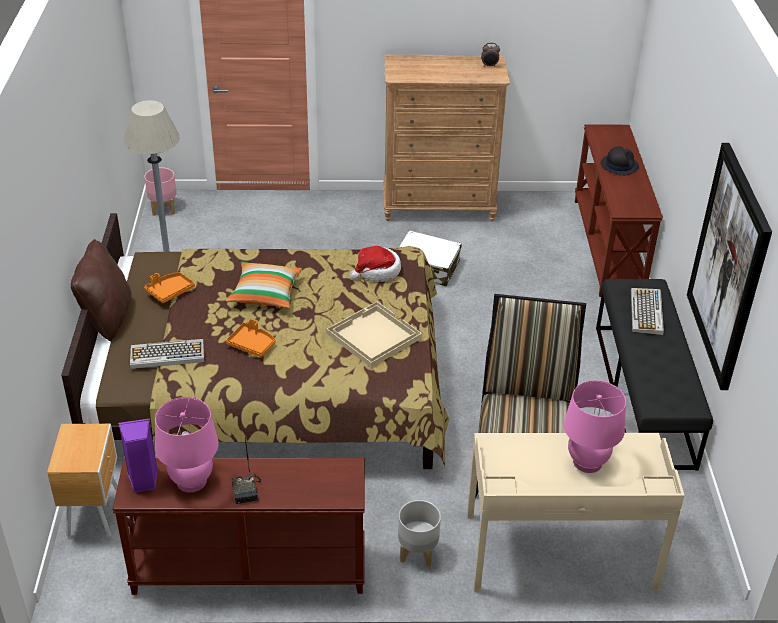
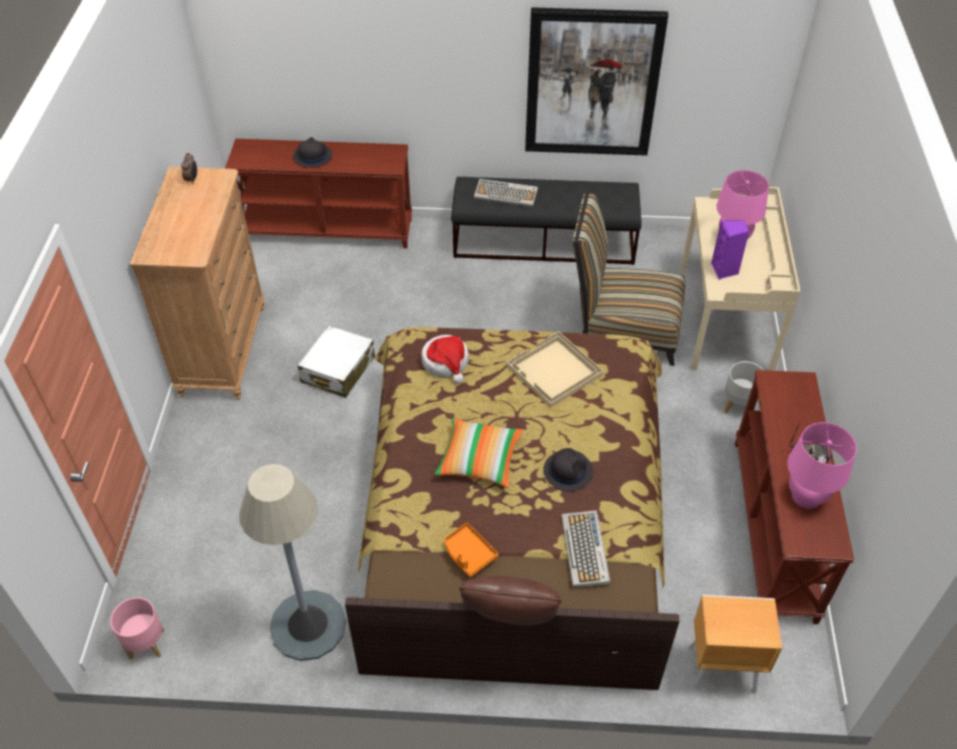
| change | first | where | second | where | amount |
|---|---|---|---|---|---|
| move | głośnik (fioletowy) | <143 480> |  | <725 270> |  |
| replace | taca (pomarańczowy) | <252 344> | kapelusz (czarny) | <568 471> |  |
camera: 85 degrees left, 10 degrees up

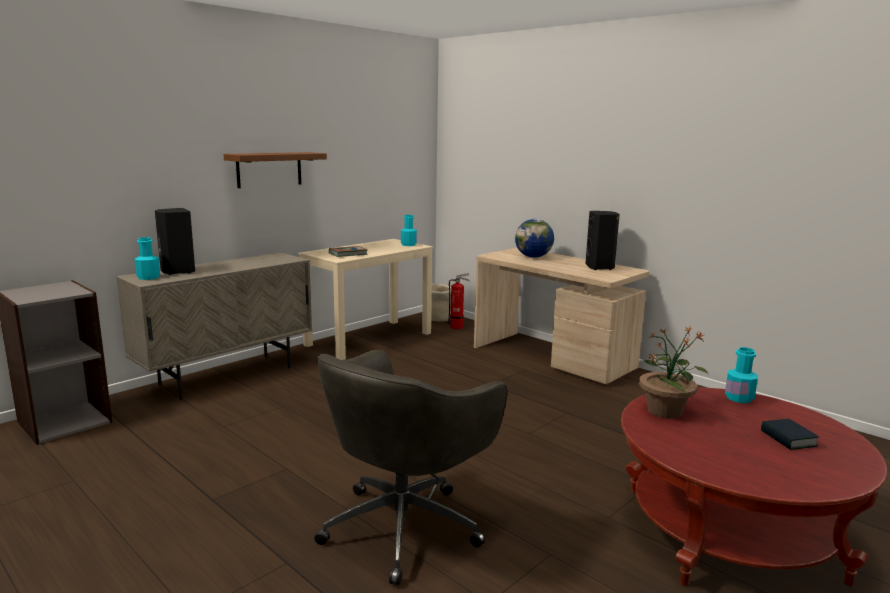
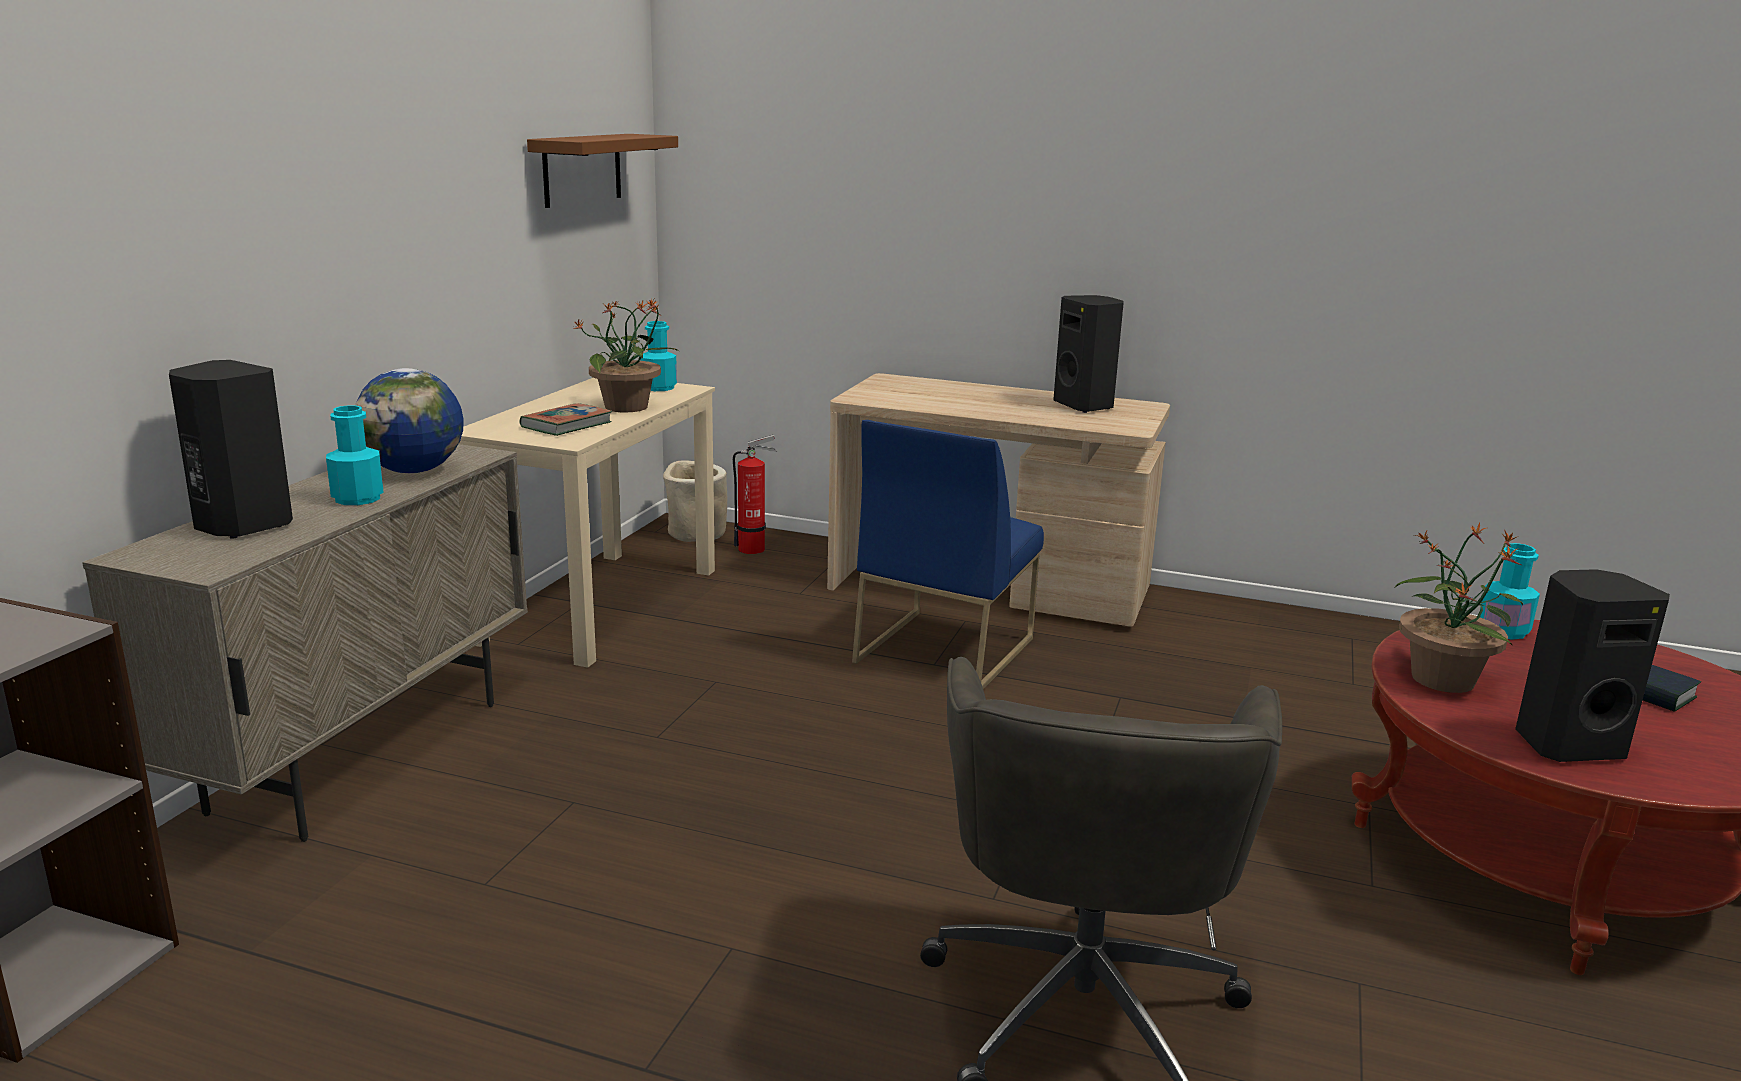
| change | first | where | second | where | amount |
|---|---|---|---|---|---|
| insert |  |  | roślina doniczkowa | <628 407> |  |
| insert |  |  | krzesło (niebieski) | <943 650> |  |
| insert |  |  | głośnik (czarny) | <1566 744> |  |
| move | butelka (turkusowy) | <148 277> |  | <358 498> |  |
| move | półka (brązowy) | <269 169> |  | <582 169> |  |
| move | globus | <533 257> |  | <413 471> |  |
camera: 25 degrees left, 5 degrees up

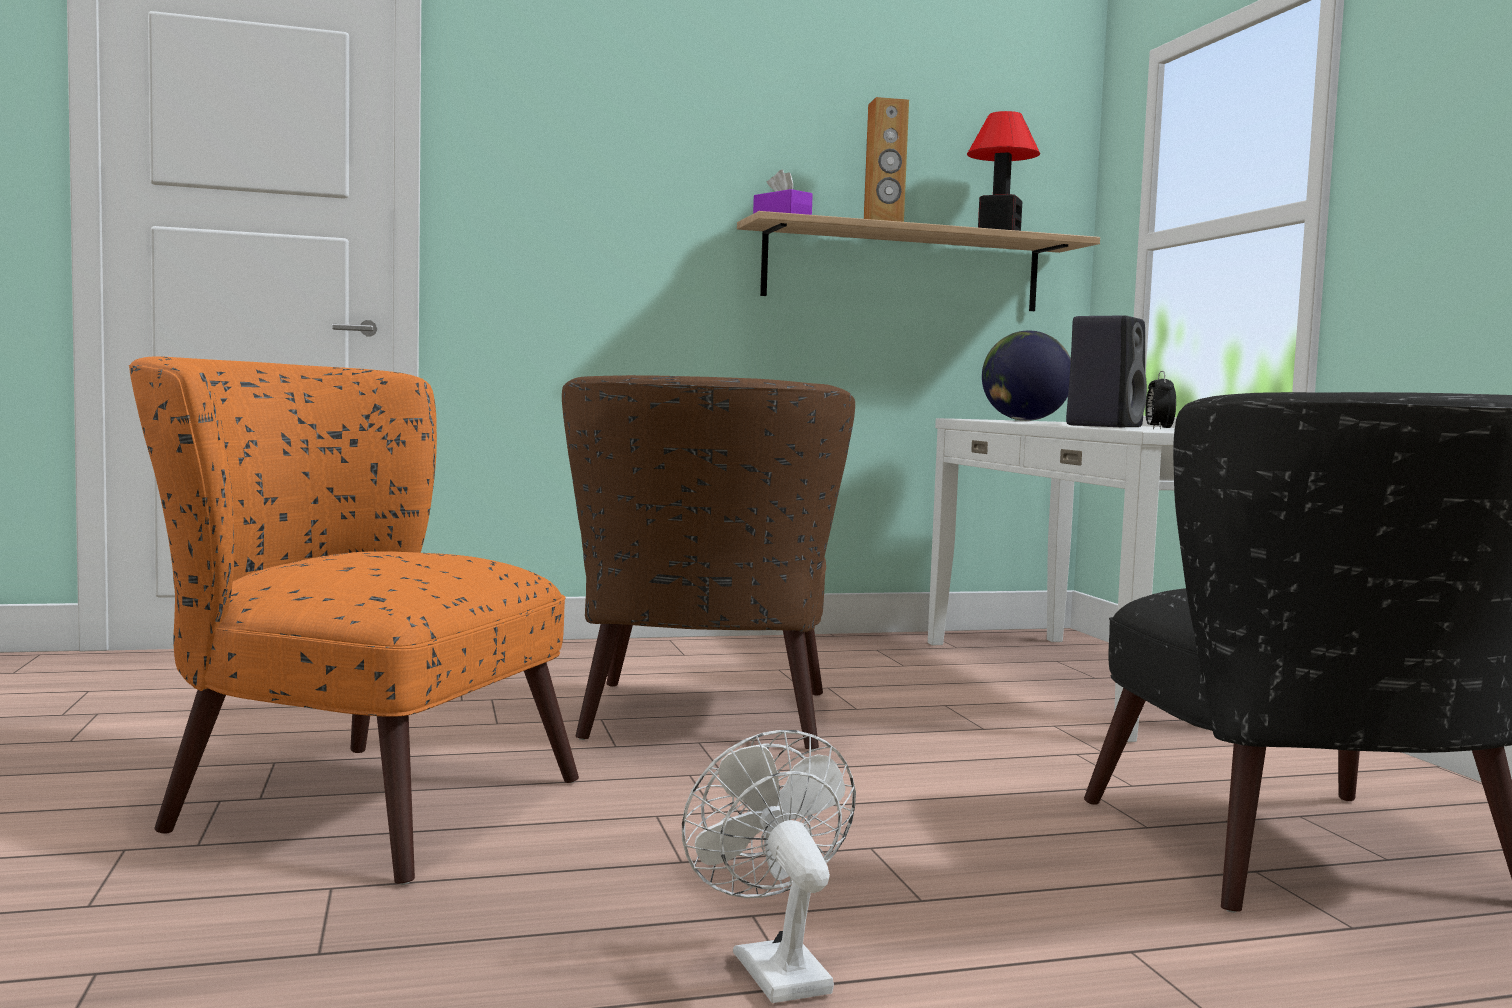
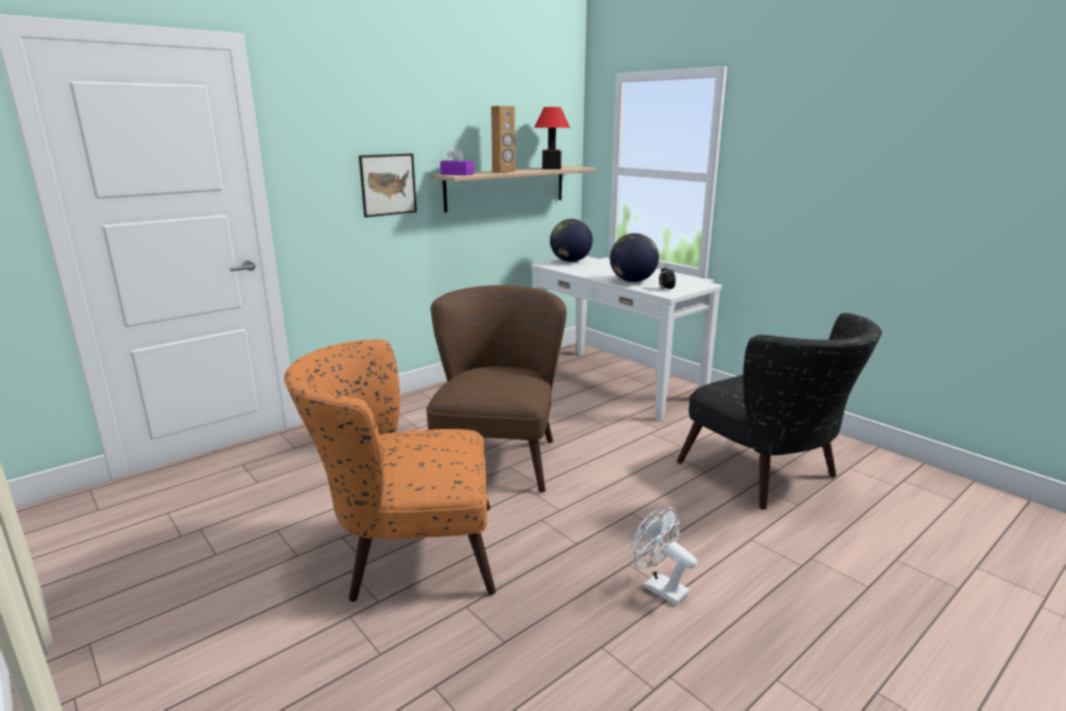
| change | first | where | second | where | amount |
|---|---|---|---|---|---|
| insert |  |  | obraz | <388 184> |  |
| replace | głośnik (czarny) | <1104 426> | globus | <632 281> |  |
| rotate | fotel (brązowy) | <701 724> |  | <498 454> | 150 degrees counterclockwise |
camera: 25 degrees left, 15 degrees up

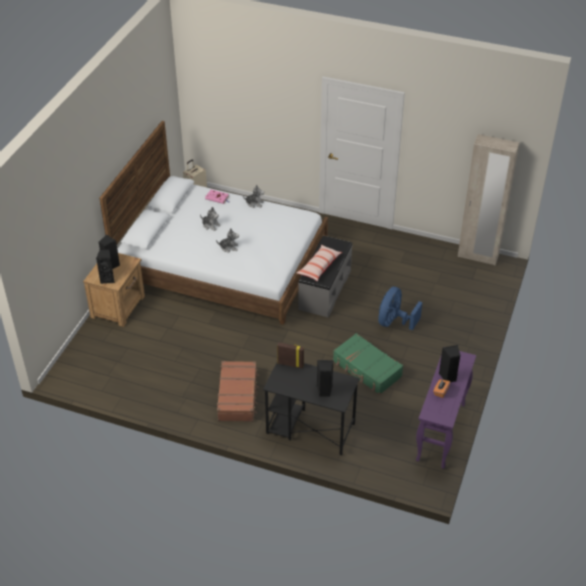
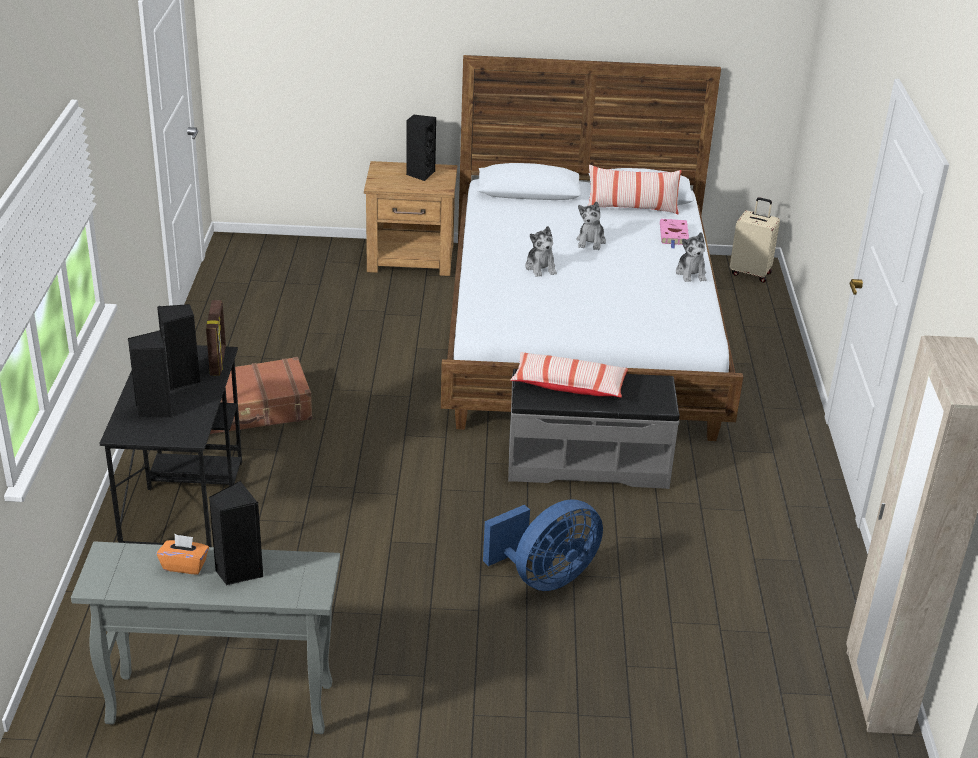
| change | first | where | second | where | amount |
|---|---|---|---|---|---|
| delete | walizka (zielony) | <367 369> |  |  |  |
| insert |  |  | poduszka | <632 209> |  |
| move | głośnik (czarny) | <108 279> |  | <182 379> |  |
| recolor | stolik konsolowy (fioletowy) | <441 432> | stolik konsolowy (szary) | <219 704> |  |
| rotate | wentylator (niebieski) | <394 322> |  | <545 577> | 135 degrees clockwise |
camera: 70 degrees right, 10 degrees down

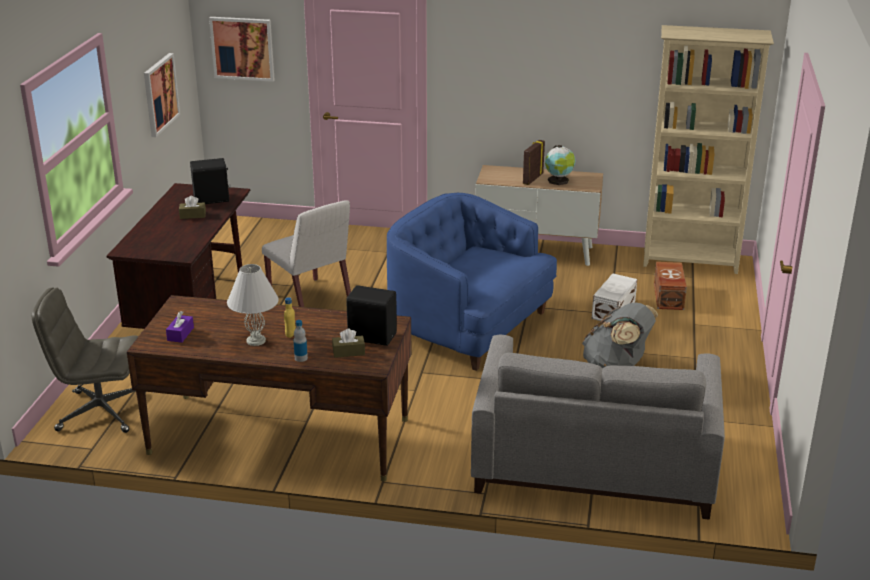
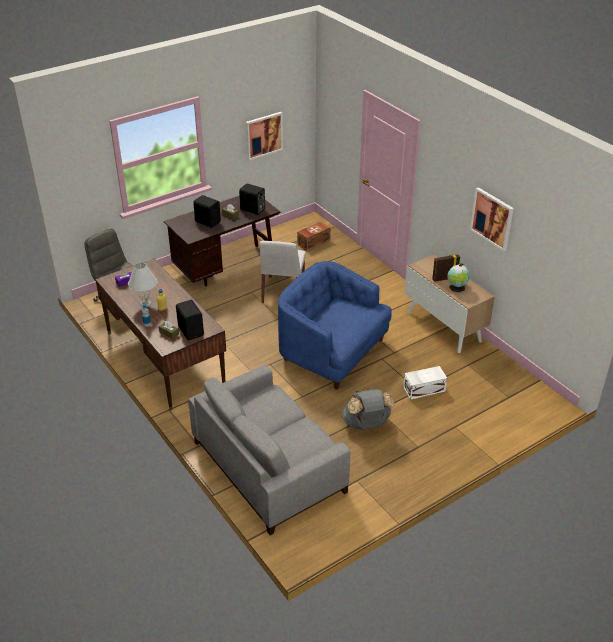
| change | first | where | second | where | amount |
|---|---|---|---|---|---|
| delete | regał (beżowy) | <691 262> |  |  |  |
| insert |  |  | głośnik (czarny) | <208 221> |  |
| move | obraz | <242 48> |  | <492 218> |  |
| move | pojemnik do przechowywania (brązowy) | <667 297> |  | <313 242> |  |
| rotate | fotel (niebieski) | <468 326> |  | <332 352> | 45 degrees counterclockwise |
camera: 45 degrees right, 10 degrees up

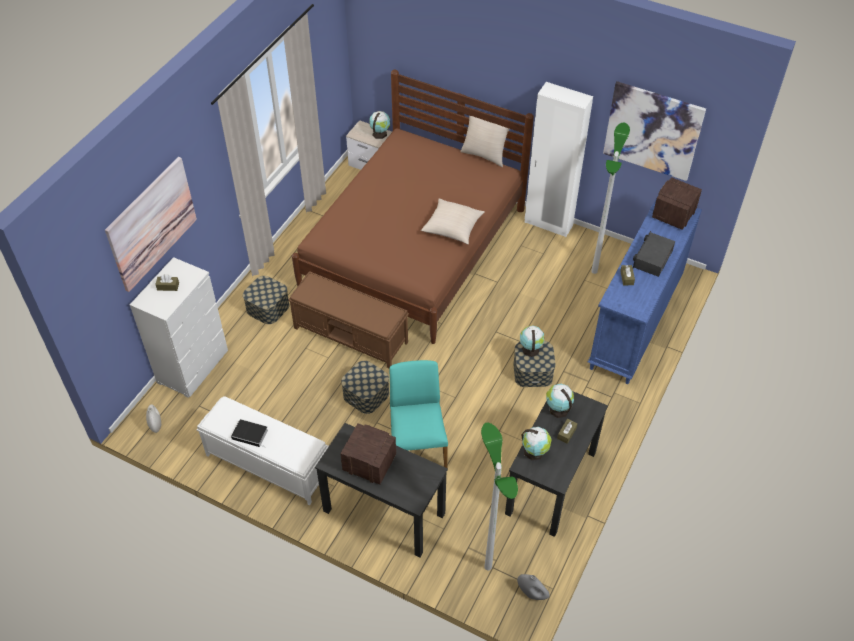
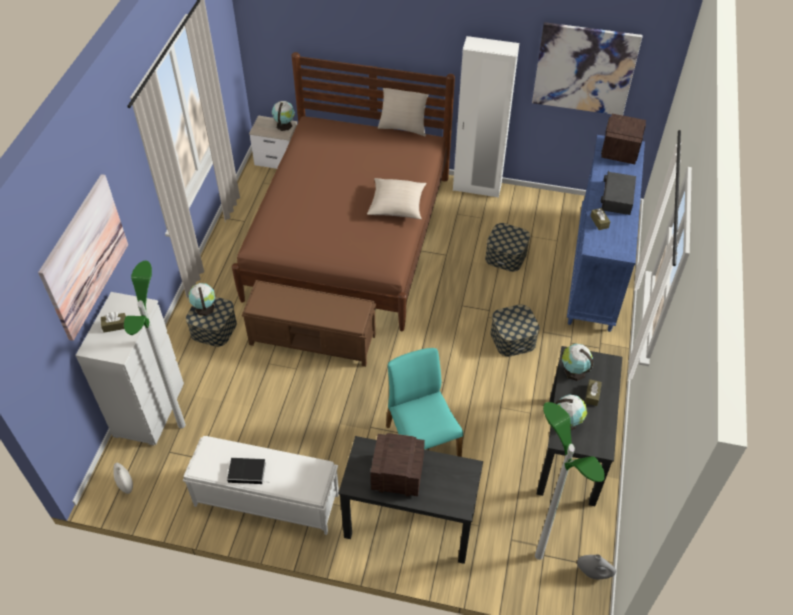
| change | first | where | second | where | amount |
|---|---|---|---|---|---|
| move | pojemnik do przechowywania | <366 394> |  | <506 255> |  |
| move | globus | <530 348> |  | <204 308> |  |
| move | lampa stojąca | <594 271> |  | <181 425> |  |
camera: 15 degrees left, 0 degrees up

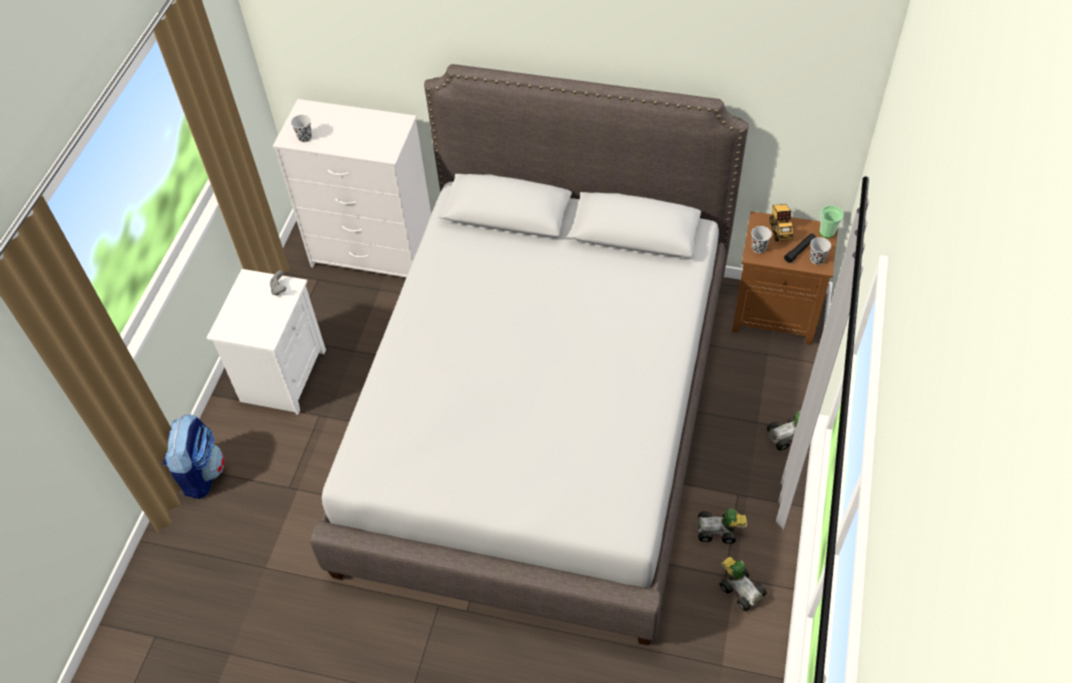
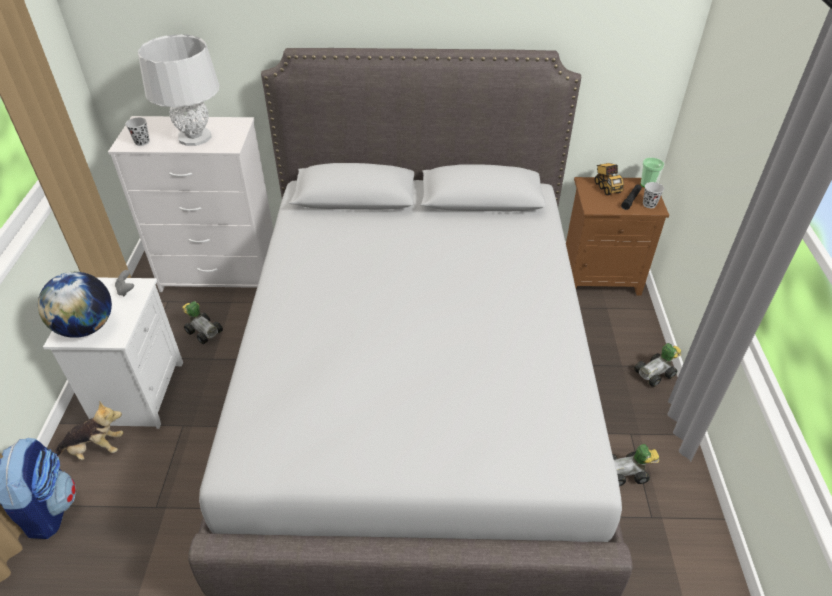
| change | first | where | second | where | amount |
|---|---|---|---|---|---|
| delete | filiżanka (czarny) | <758 248> |  |  |  |
| insert |  |  | globus | <86 327> |  |
| insert |  |  | pluszak | <95 449> |  |
| insert |  |  | lampa stołowa (szary) | <194 137> |  |
| move | samochodzik | <740 588> |  | <203 330> |  |
camera: 15 degrees left, 10 degrees down

